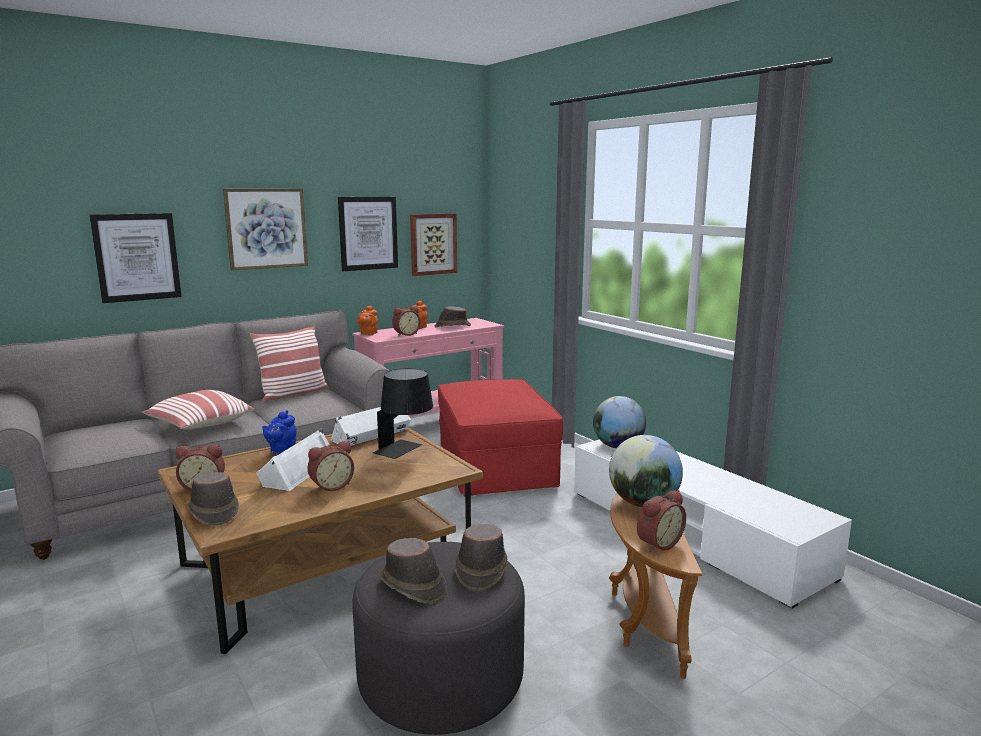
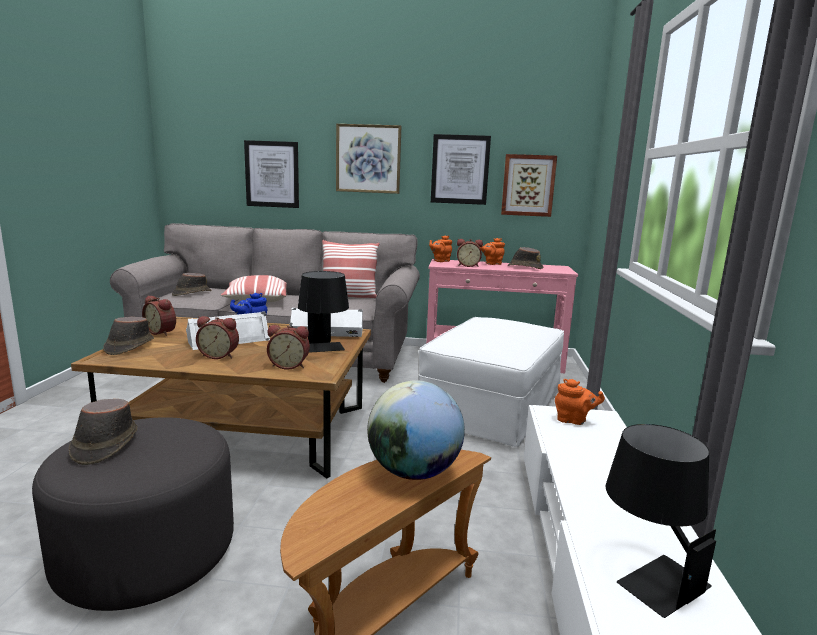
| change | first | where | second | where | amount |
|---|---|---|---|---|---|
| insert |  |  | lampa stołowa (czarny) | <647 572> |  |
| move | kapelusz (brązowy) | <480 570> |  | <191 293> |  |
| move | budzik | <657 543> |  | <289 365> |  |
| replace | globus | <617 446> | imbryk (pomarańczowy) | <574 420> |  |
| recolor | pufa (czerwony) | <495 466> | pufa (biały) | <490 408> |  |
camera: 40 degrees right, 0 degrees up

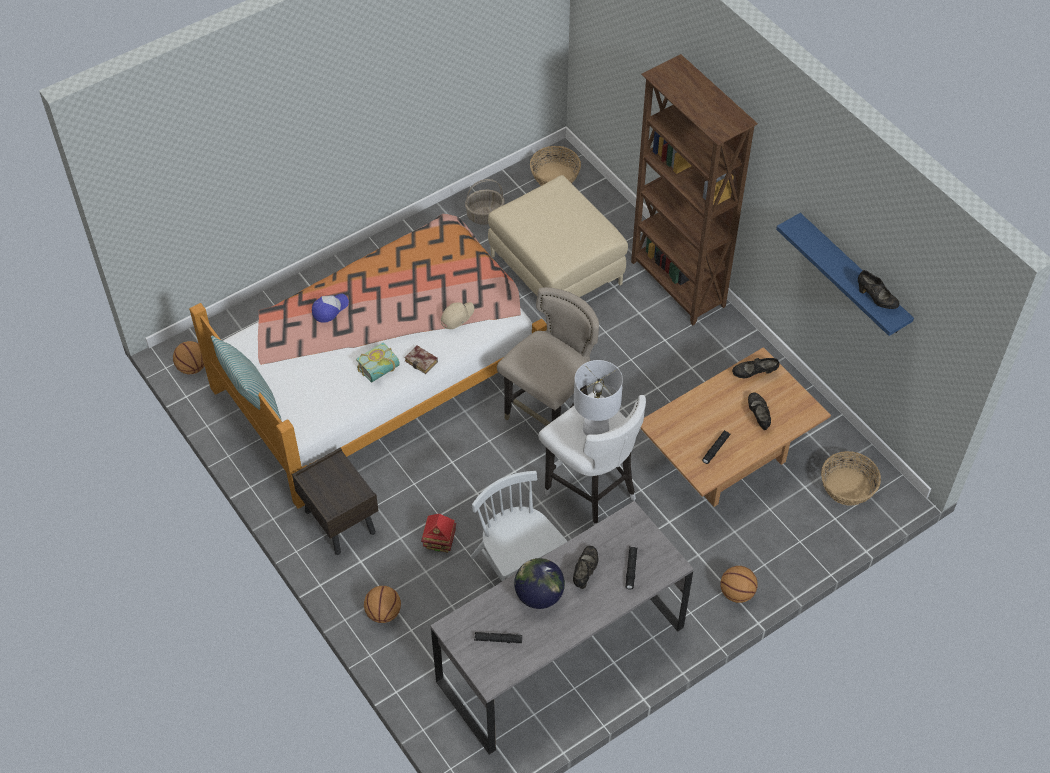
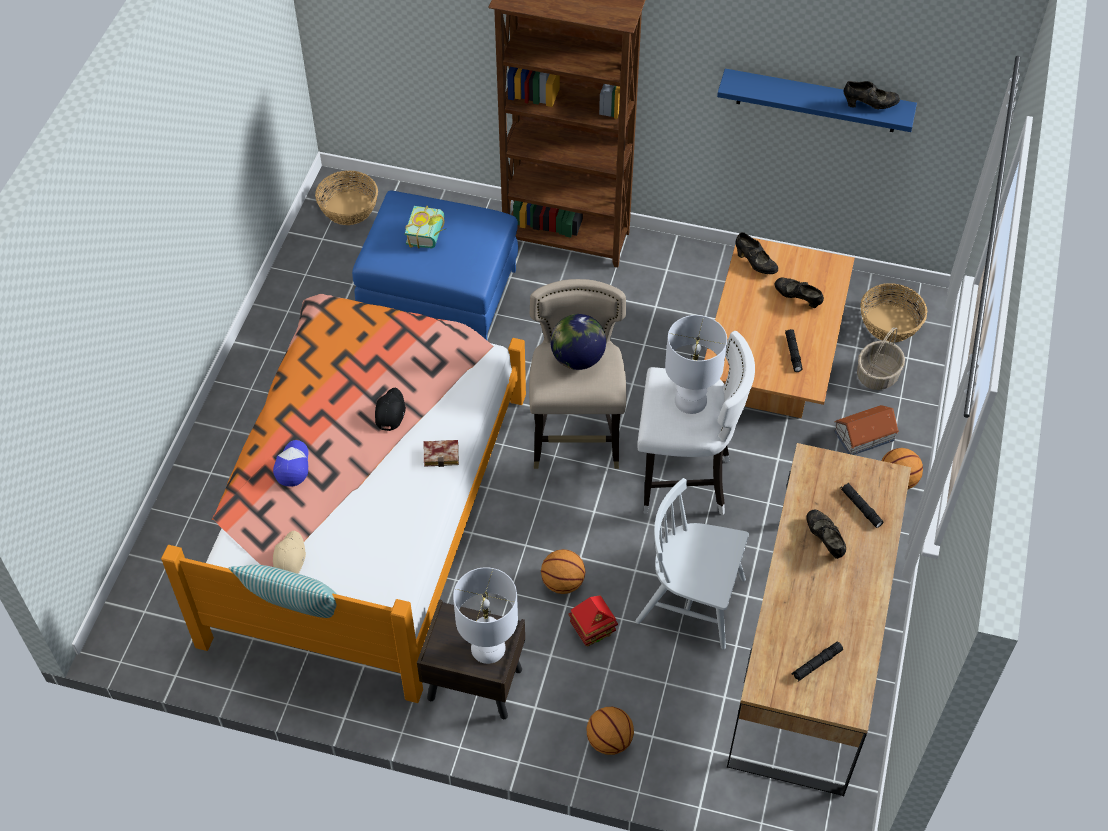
| change | first | where | second | where | amount |
|---|---|---|---|---|---|
| insert |  |  | czapka z daszkiem (czarny) | <390 412> |  |
| insert |  |  | lampa stołowa (biały) | <489 648> |  |
| insert |  |  | domek | <865 436> |  |
| move | piłka do koszykówki | <193 367> |  | <563 582> |  |
| move | książka | <381 371> |  | <430 235> |  |
| move | czapka z daszkiem (beżowy) | <457 316> |  | <289 557> |  |
| move | koszyk | <485 215> |  | <877 374> |  |
| move | globus | <539 595> |  | <578 359> |  |
| recolor | biurko (szary) | <561 654> | biurko (brązowy) | <809 651> |  |
| recolor | pufa (beżowy) | <555 270> | pufa (niebieski) | <439 296> |  |
| rotate | but (czarny) | <754 373> |  | <755 263> | 90 degrees counterclockwise |
camera: 40 degrees left, 0 degrees up

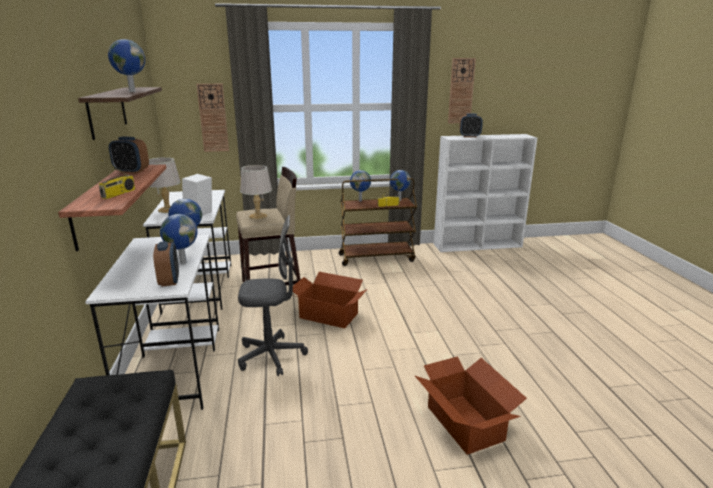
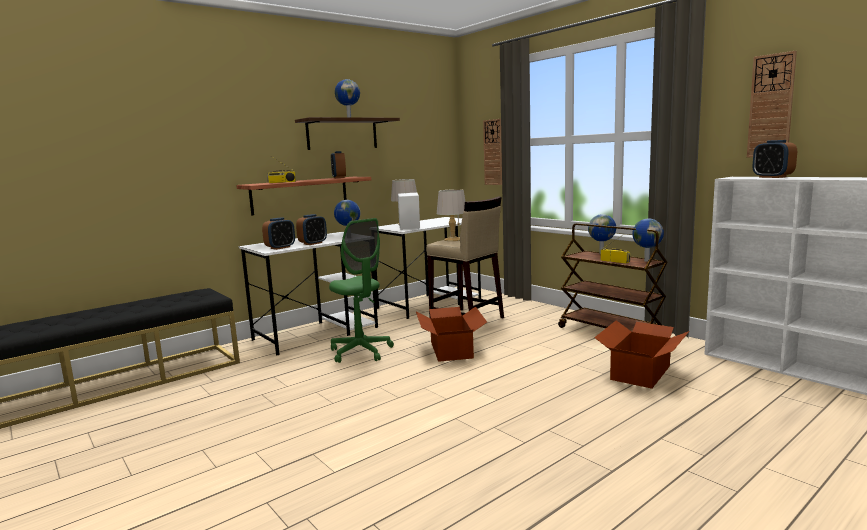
| change | first | where | second | where | amount |
|---|---|---|---|---|---|
| move | karton | <465 422> |  | <641 372> |  |
| replace | globus | <183 262> | budzik | <313 243> |  |
| recolor | krzesło biurowe (szary) | <271 356> | krzesło biurowe (zielony) | <361 352> |  |
camera: 60 degrees right, 10 degrees down

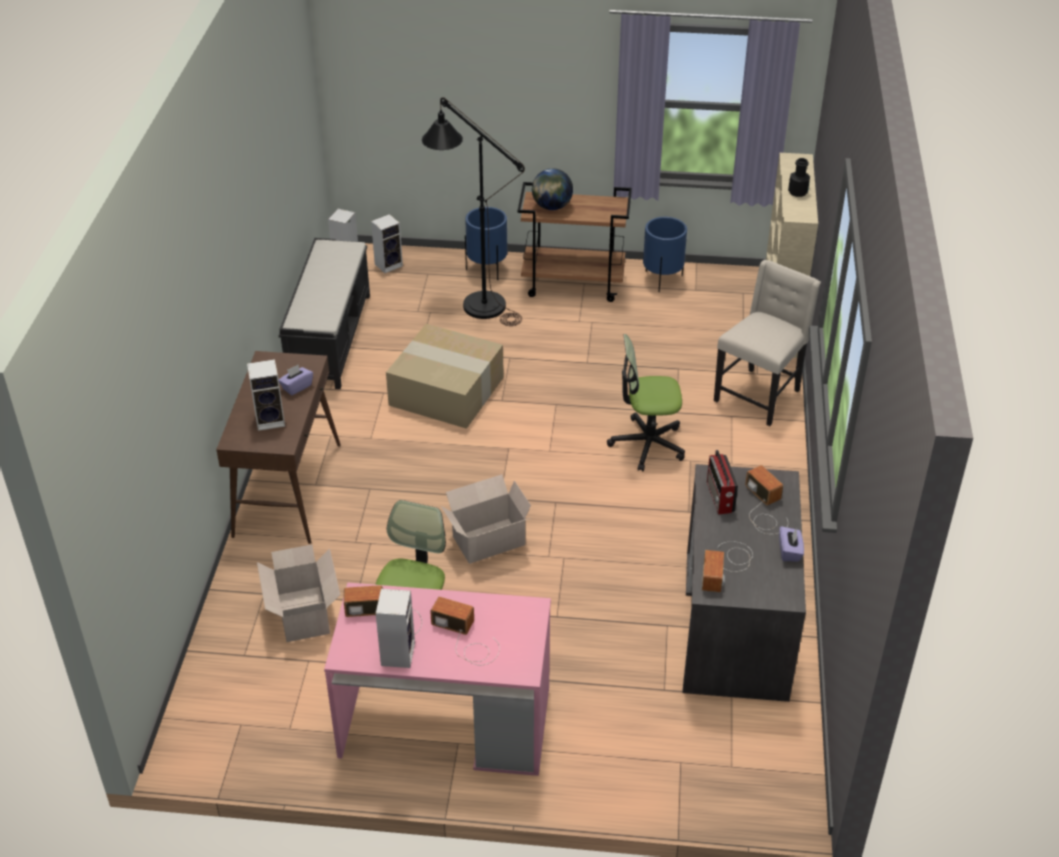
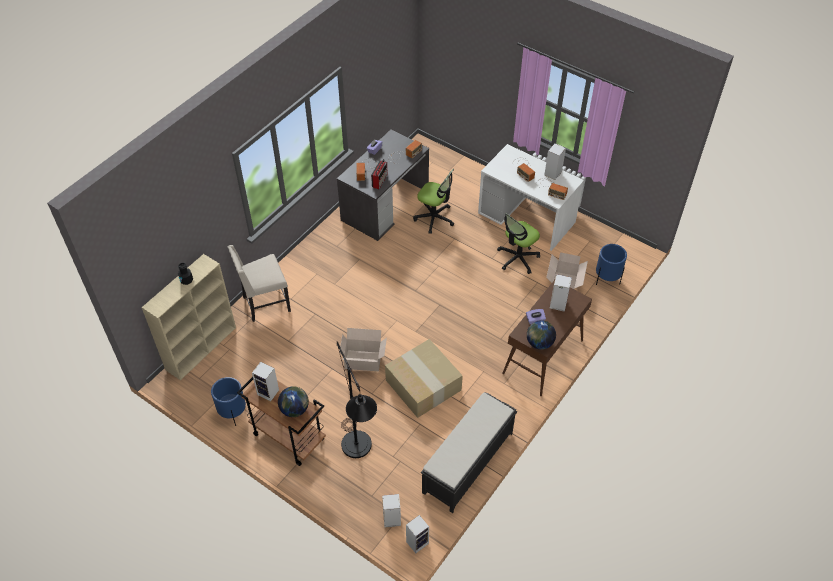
| change | first | where | second | where | amount |
|---|---|---|---|---|---|
| insert |  |  | głośnik | <269 392> |  |
| insert |  |  | globus | <539 343> |  |
| move | karton | <486 541> |  | <364 361> |  |
| move | donica (niebieski) | <487 269> |  | <607 279> |  |
| move | krzesło biurowe | <647 444> |  | <434 218> |  |
| recolor | biurko (różowy) | <445 723> | biurko (biały) | <526 217> |  |
camera: 150 degrees left, 10 degrees up

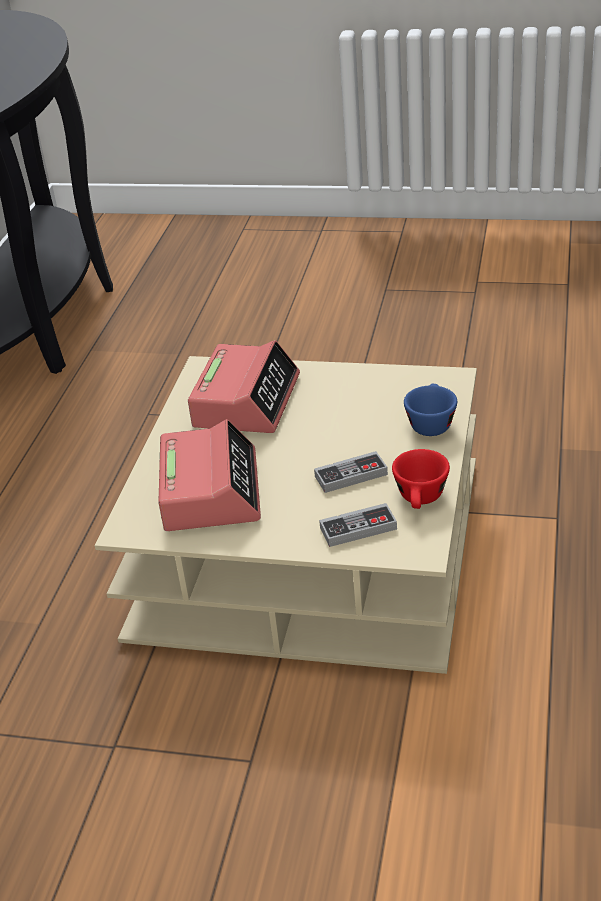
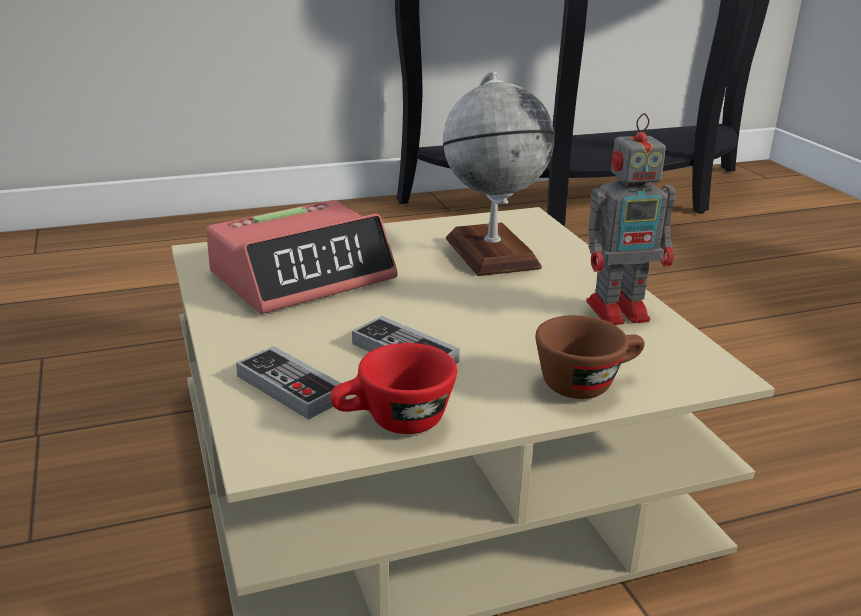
| change | first | where | second | where | amount |
|---|---|---|---|---|---|
| insert |  |  | robot zabawkowy | <620 310> |  |
| replace | budzik | <246 401> | globus | <491 252> |  |
| recolor | filiżanka (niebieski) | <430 422> | filiżanka (brązowy) | <587 383> |  |
camera: 55 degrees right, 10 degrees down

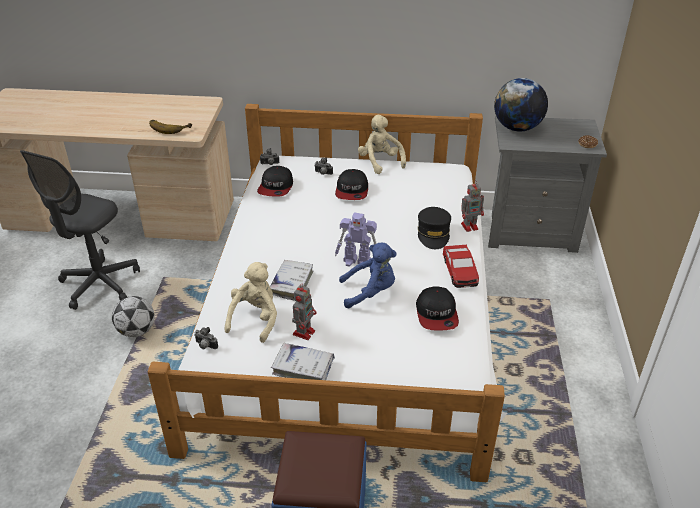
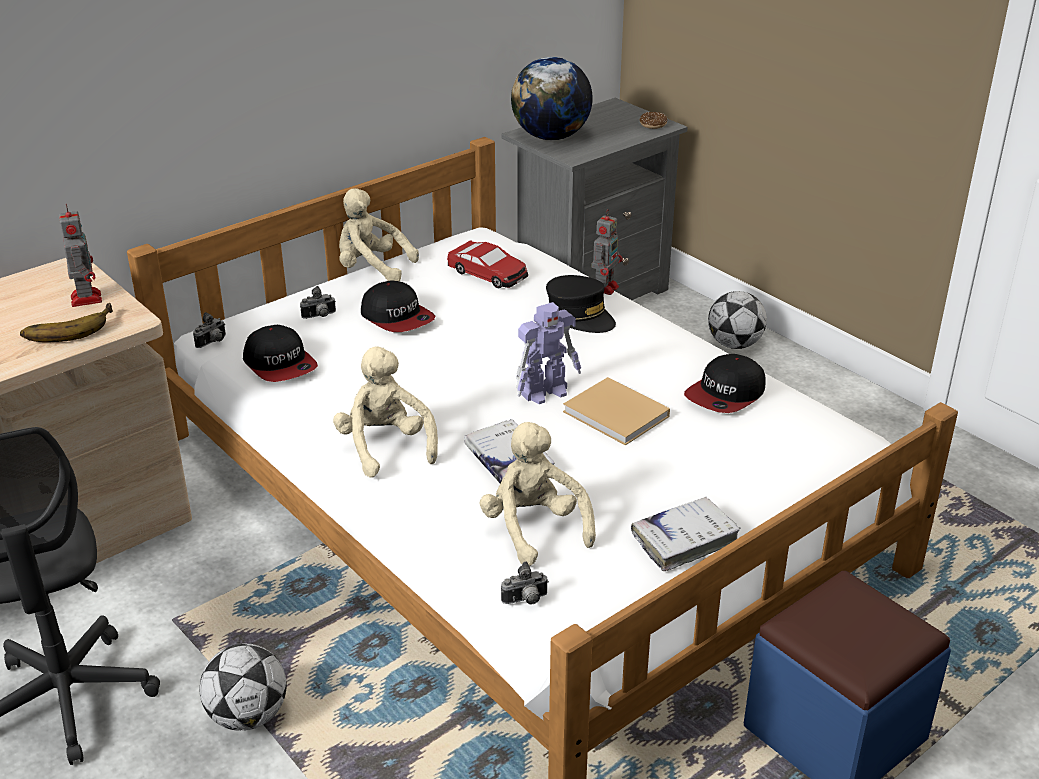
| change | first | where | second | where | amount |
|---|---|---|---|---|---|
| insert |  |  | pluszak (beżowy) | <385 447> |  |
| insert |  |  | piłka futbolowa | <734 344> |  |
| move | robot zabawkowy | <304 332> |  | <86 298> |  |
| move | samochodzik | <460 271> |  | <488 274> |  |
| replace | pluszak (niebieski) | <370 292> | książka (beżowy) | <618 415> |  |
| rotate | czapka z daszkiem | <437 314> |  | <726 395> | 90 degrees clockwise |
camera: 45 degrees left, 5 degrees down

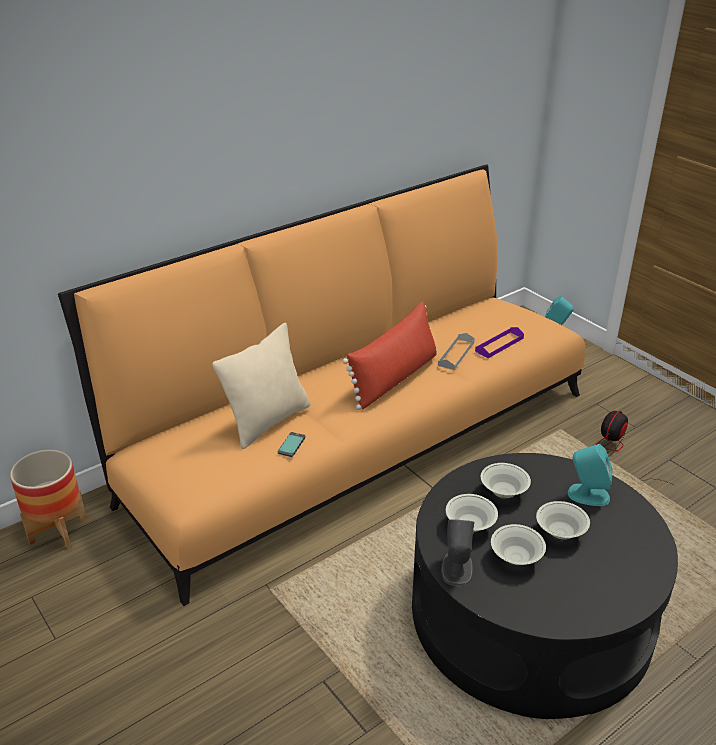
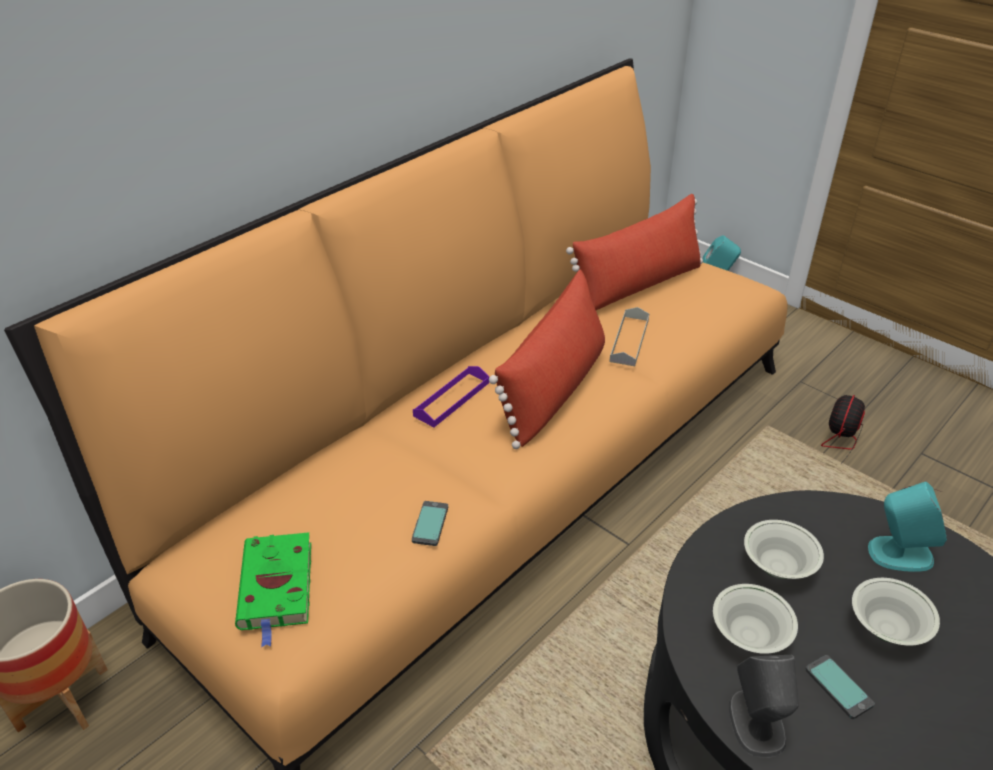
| change | first | where | second | where | amount |
|---|---|---|---|---|---|
| delete | poduszka (beżowy) | <267 421> |  |  |  |
| insert |  |  | książka (zielony) | <277 588> |  |
| insert |  |  | poduszka (czerwony) | <637 286> |  |
| move | taca (fioletowy) | <499 344> |  | <452 399> |  |
| replace | miska (biały) | <516 558> | telefon | <839 687> |  |
camera: 10 degrees left, 5 degrees up

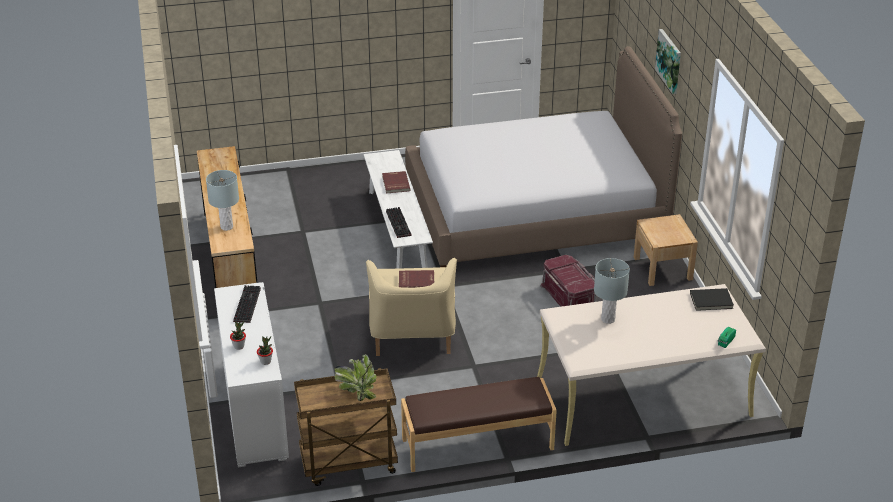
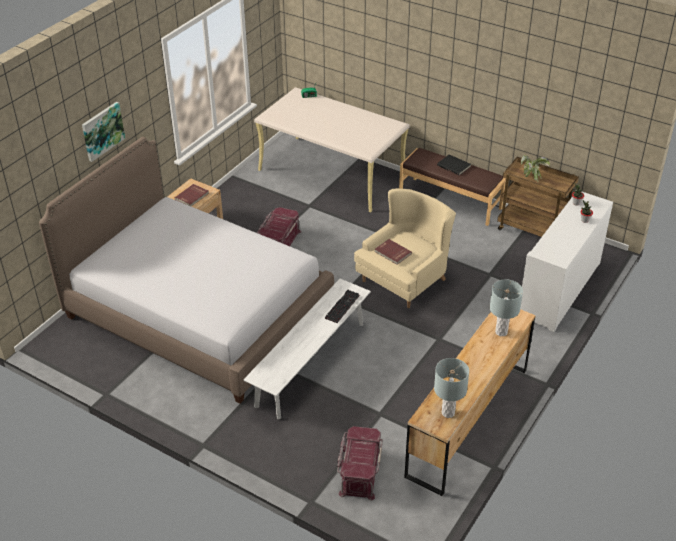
| change | first | where | second | where | amount |
|---|---|---|---|---|---|
| delete | klawiatura | <246 304> |  |  |  |
| insert |  |  | pojemnik do przechowywania (czerwony) | <359 471> |  |
| move | książka (czerwony) | <395 183> |  | <192 196> |  |
| move | lampa stołowa (szary) | <608 319> |  | <448 412> |  |
| move | książka (czarny) | <711 301> |  | <454 166> |  |
camera: 135 degrees left, 5 degrees up

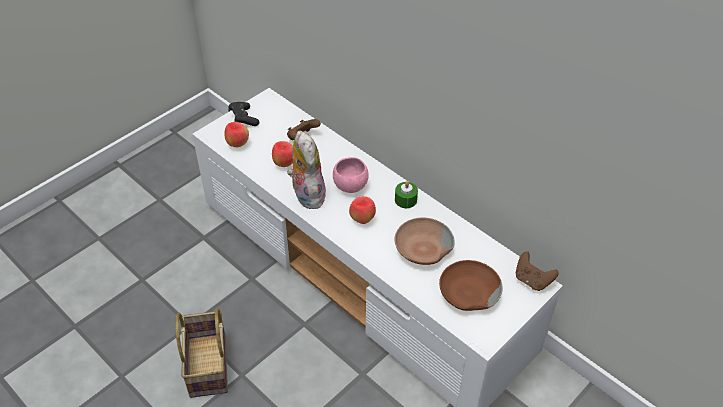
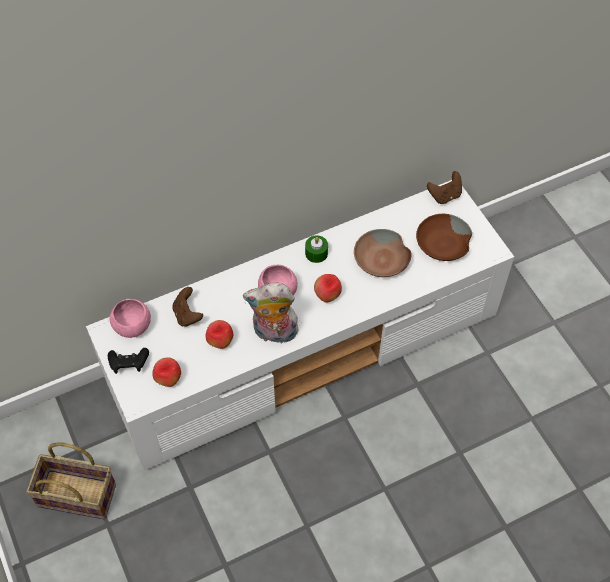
| change | first | where | second | where | amount |
|---|---|---|---|---|---|
| insert |  |  | miska (różowy) | <133 327> |  |
| move | koszyk | <209 366> |  | <79 494> |  |
camera: 70 degrees left, 10 degrees up

